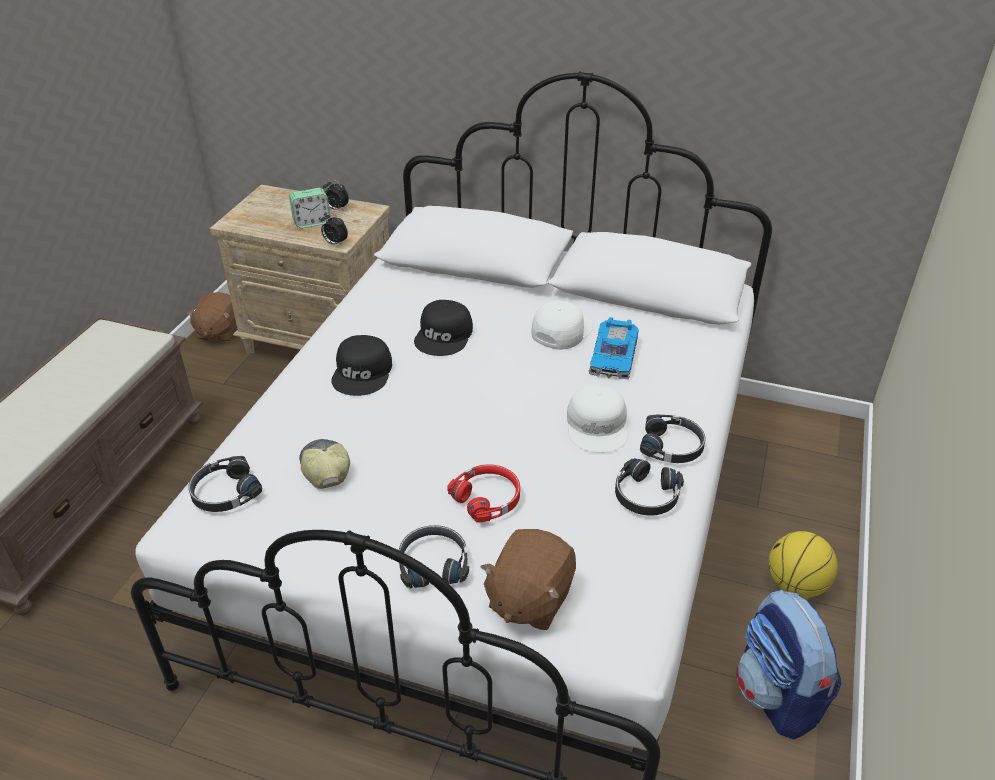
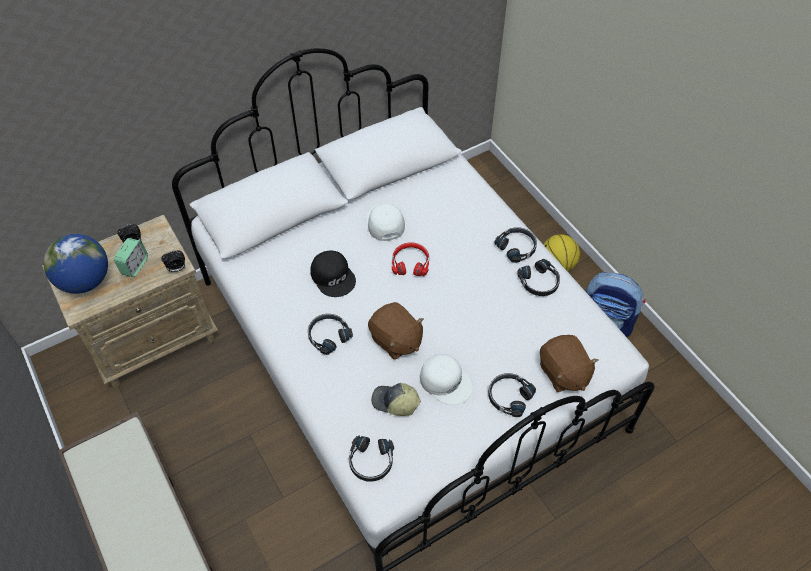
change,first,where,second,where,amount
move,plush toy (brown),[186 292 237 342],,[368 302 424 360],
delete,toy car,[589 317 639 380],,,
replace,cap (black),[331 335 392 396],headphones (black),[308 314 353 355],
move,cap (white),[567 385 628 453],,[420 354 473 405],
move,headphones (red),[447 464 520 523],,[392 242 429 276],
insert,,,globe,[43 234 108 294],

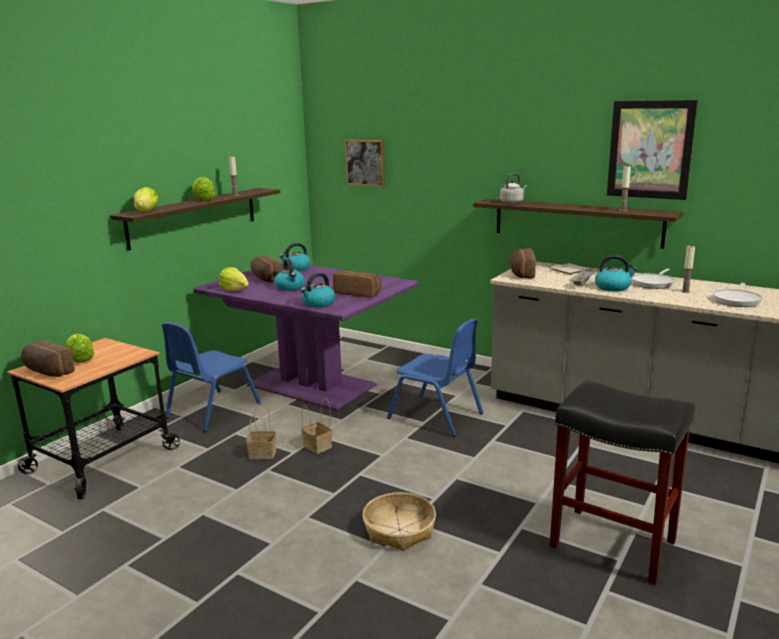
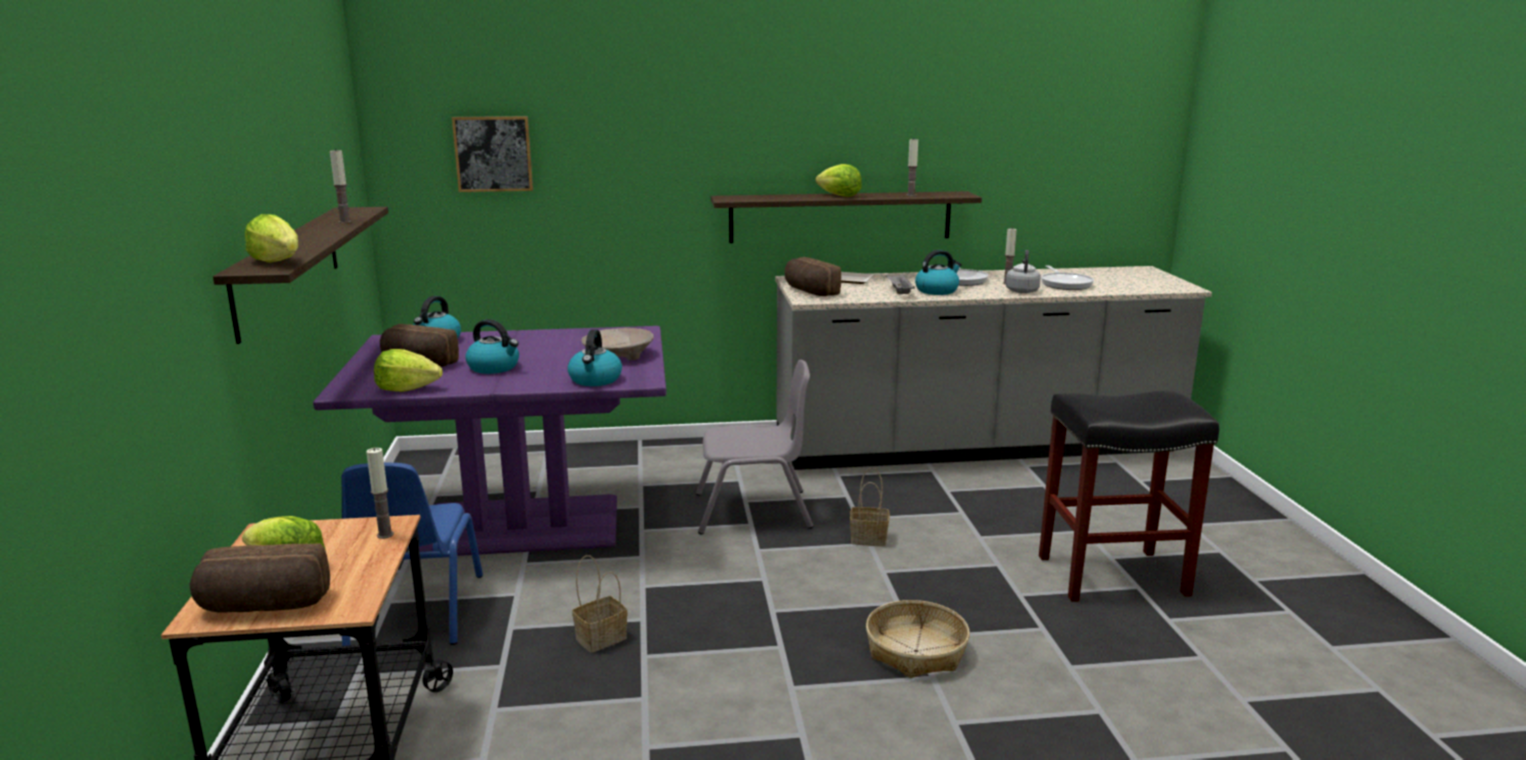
change,first,where,second,where,amount
delete,picture,[607 100 698 200],,,
move,kettle (grey),[500 173 527 204],,[1006 250 1041 293],
move,lettuce,[192 177 215 201],,[815 164 862 197],
replace,bread,[333 270 381 298],bowl (beige),[582 328 654 360],
recolor,chair (blue),[387 319 483 437],chair (grey),[696 360 813 535],
move,basket,[301 398 332 454],,[850 467 889 546],
insert,,,candle,[366 448 394 539],

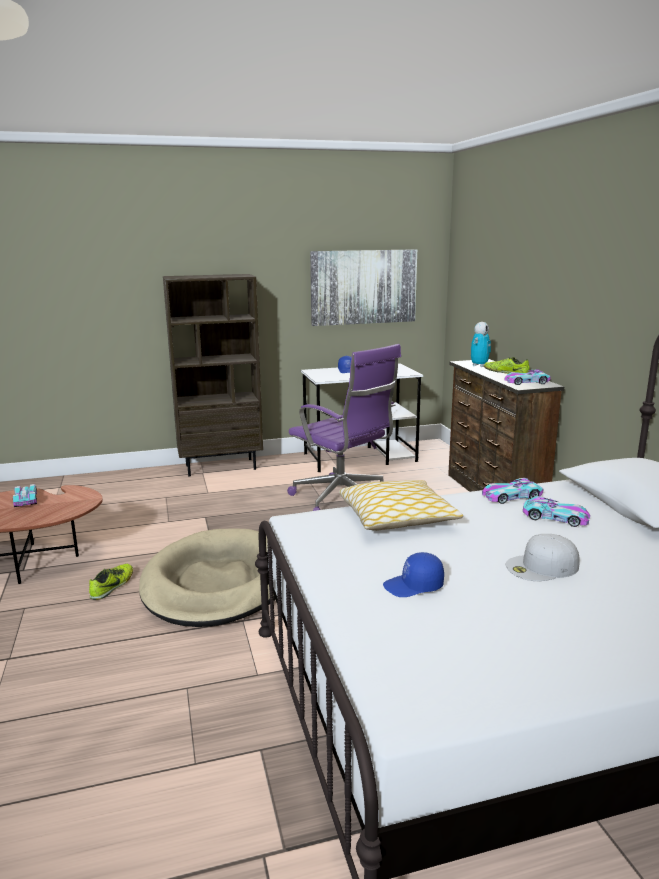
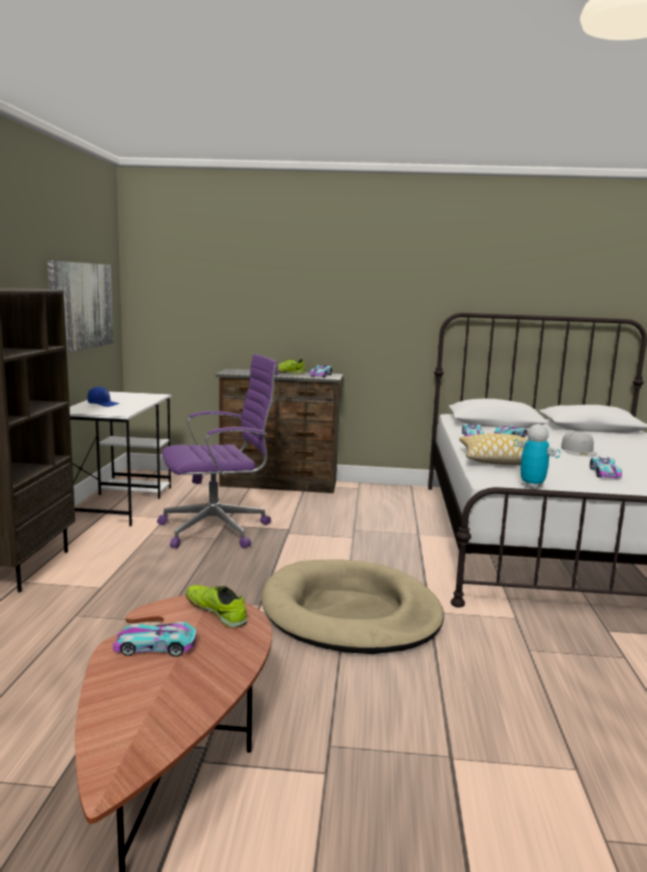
change,first,where,second,where,amount
move,toy robot,[471 322 491 367],,[514 424 560 488],
replace,cap (blue),[383 552 444 597],toy car,[590 456 622 479],
move,shoe,[89 564 133 600],,[186 585 247 628],

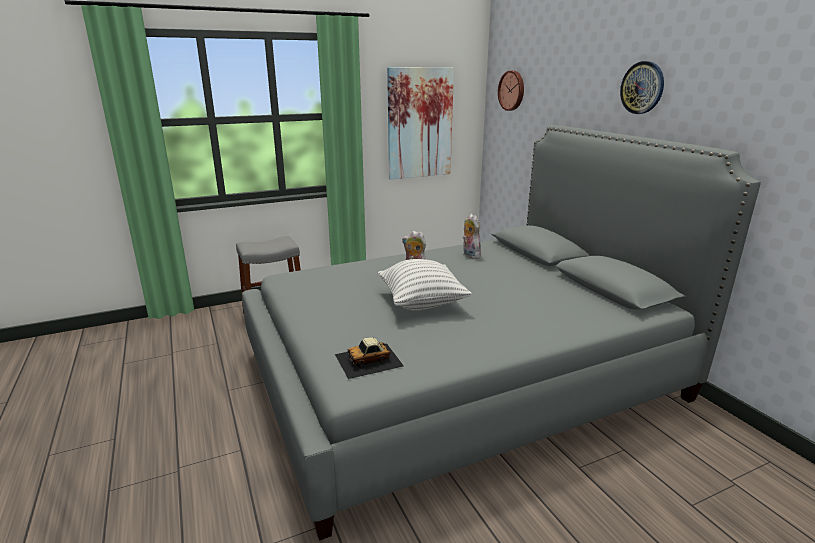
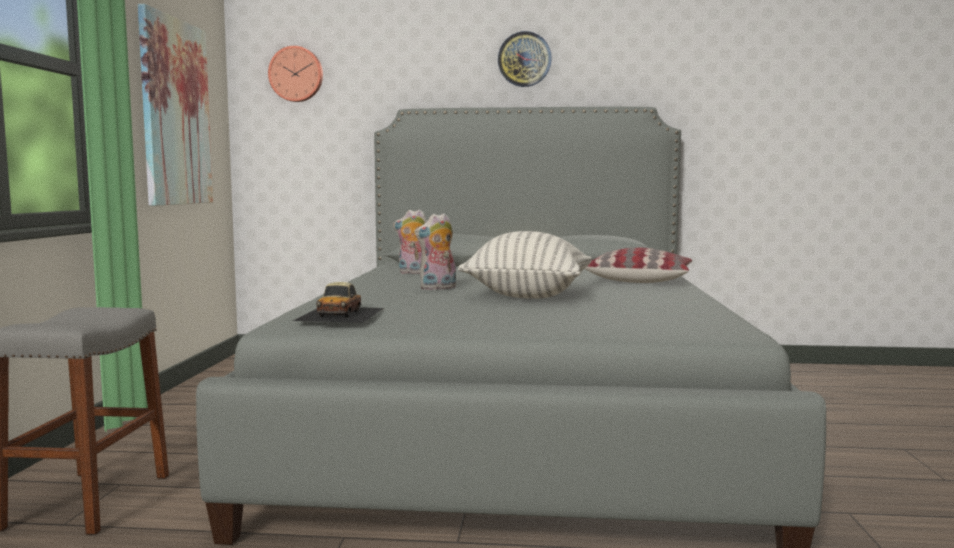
change,first,where,second,where,amount
move,toy car,[335 337 404 379],,[293 282 384 323],
insert,,,pillow,[585 247 692 283],

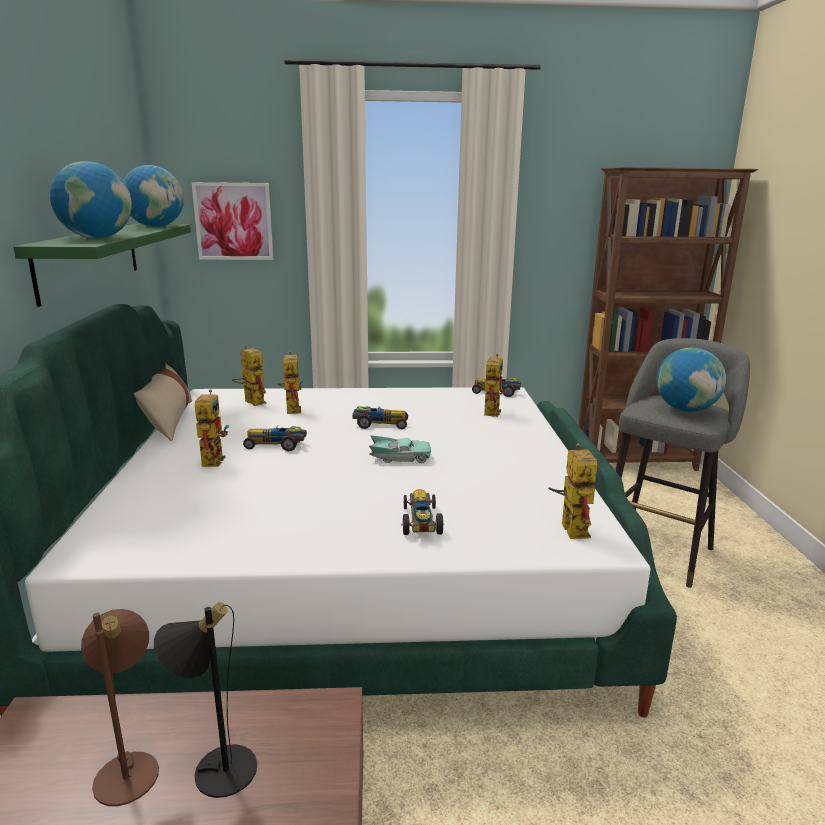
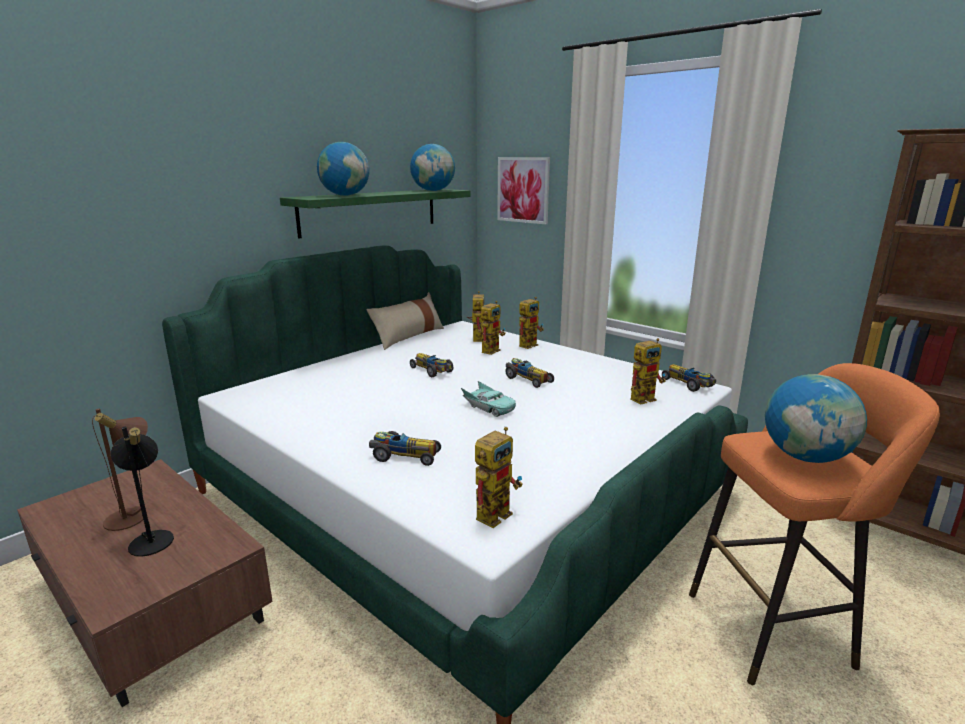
change,first,where,second,where,amount
recolor,stool (grey),[615 338 750 588],stool (orange),[689 363 940 685],
move,toy robot,[195 389 229 467],,[519 297 544 349],
rotate,toy car,[401 489 444 535],,[369 431 441 466],60 degrees clockwise

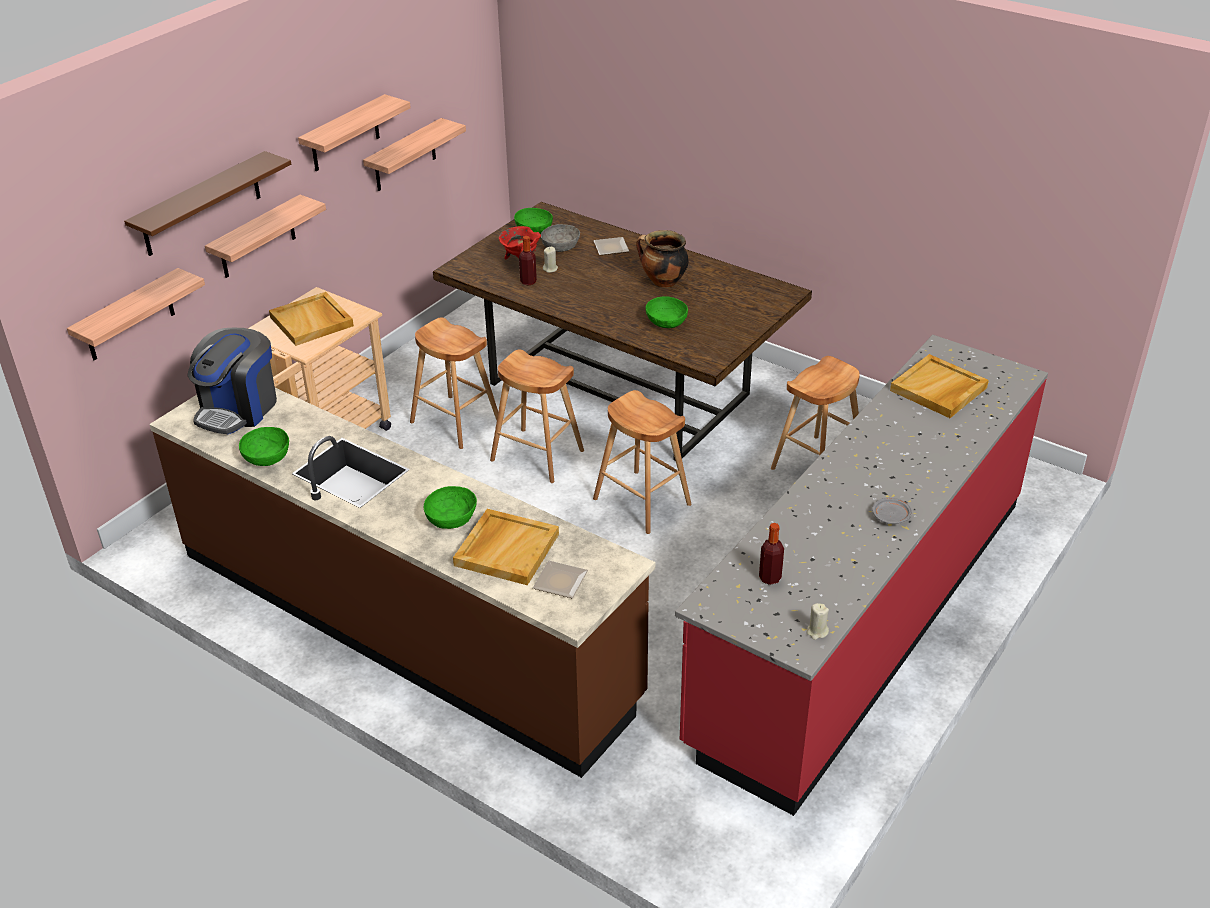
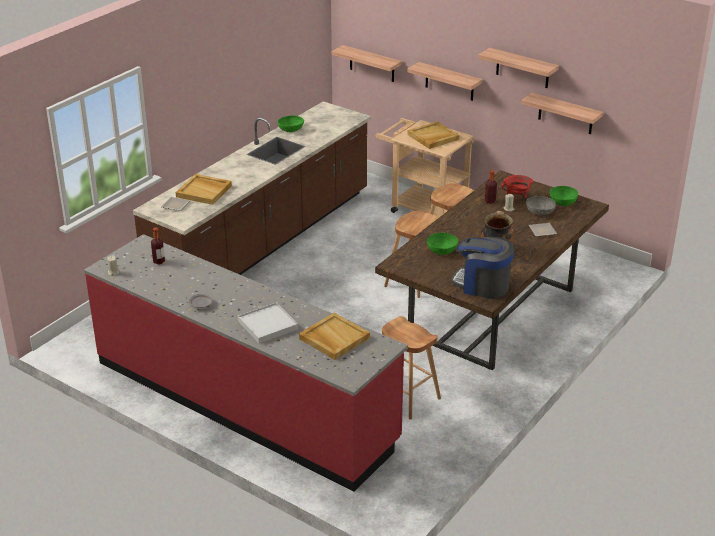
change,first,where,second,where,amount
delete,shelf (brown),[124 151 291 256],,,
move,coffee machine,[188 328 277 434],,[451 237 514 299],
delete,stool (brown),[593 390 692 534],,,
delete,bowl (green),[424 486 477 529],,,
insert,,,tray (white),[238 303 298 343],

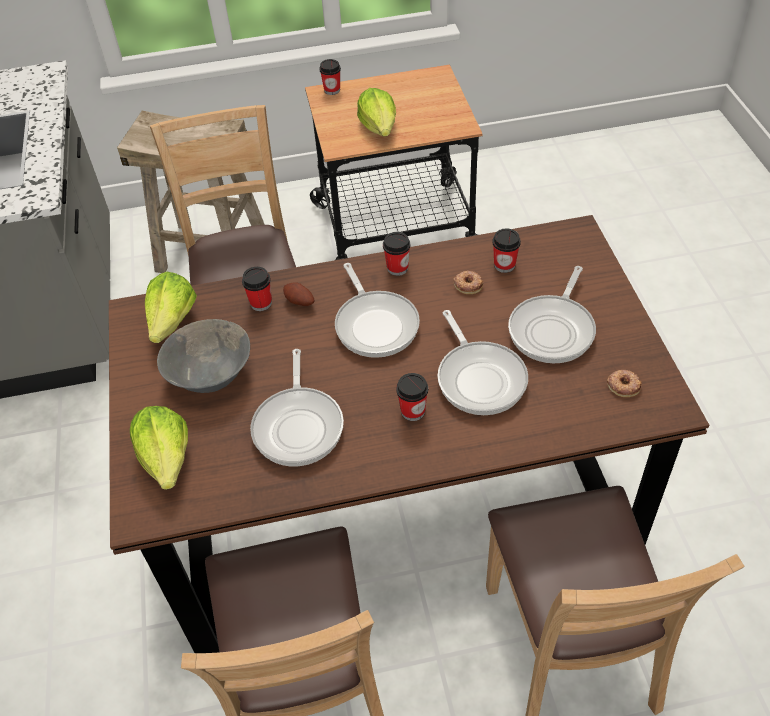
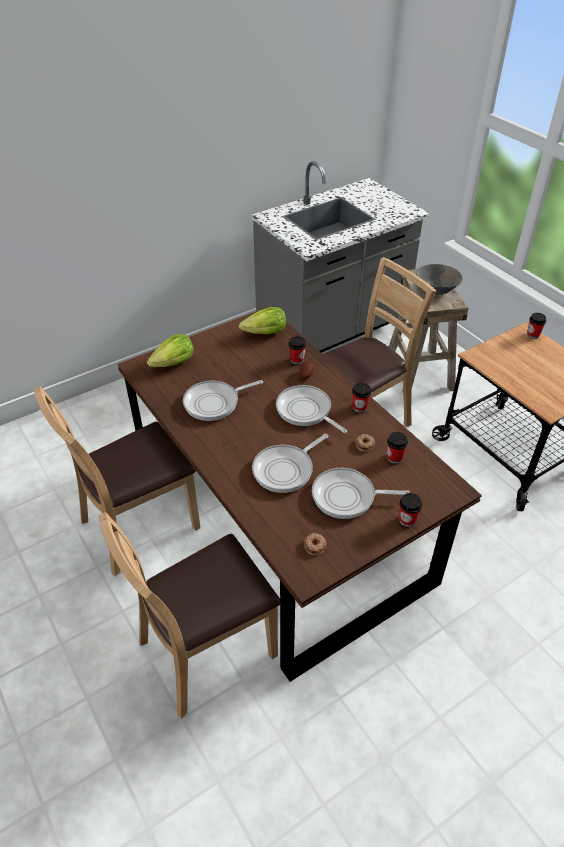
change,first,where,second,where,amount
delete,lettuce,[357 88 396 137],,,
rotate,frying pan,[335 263 420 358],,[276 385 347 433],90 degrees clockwise
move,bowl (grey),[157 319 250 393],,[416 264 463 295],
move,cup,[396 373 428 421],,[399 493 422 527],

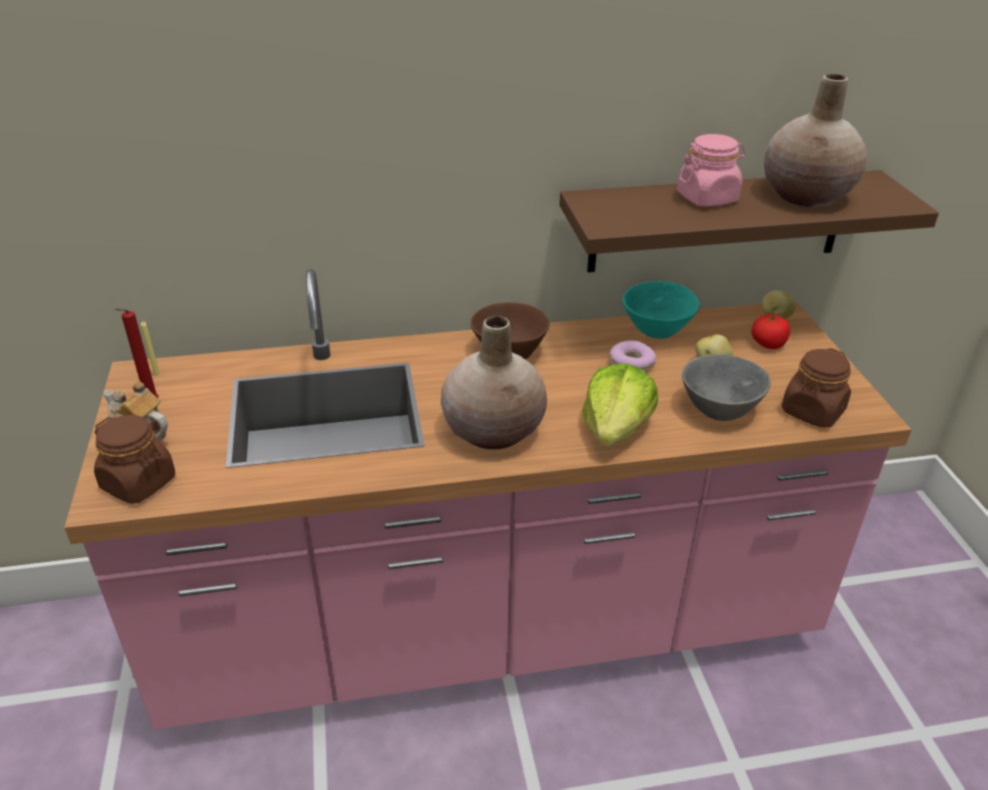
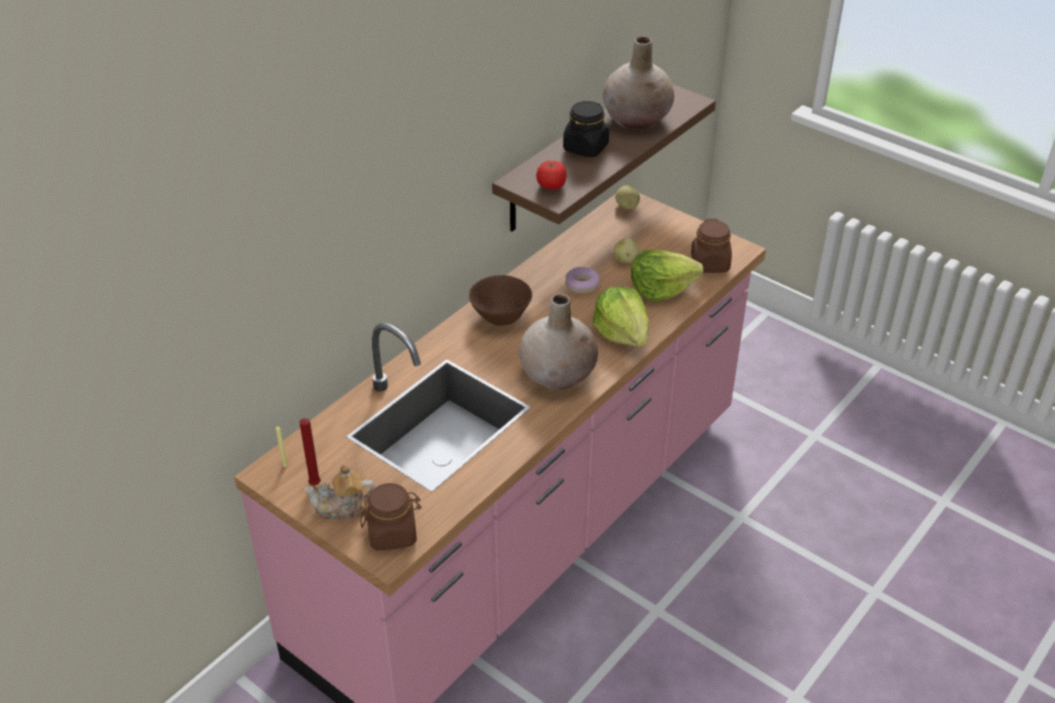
change,first,where,second,where,amount
recolor,jar (pink),[677 134 746 207],jar (black),[563 101 609 157],
delete,bowl (turquoise),[623 281 699 339],,,
move,tomato,[751 313 790 349],,[536 161 567 189],
replace,bowl (grey),[682 354 771 421],lettuce,[631 249 704 301],

